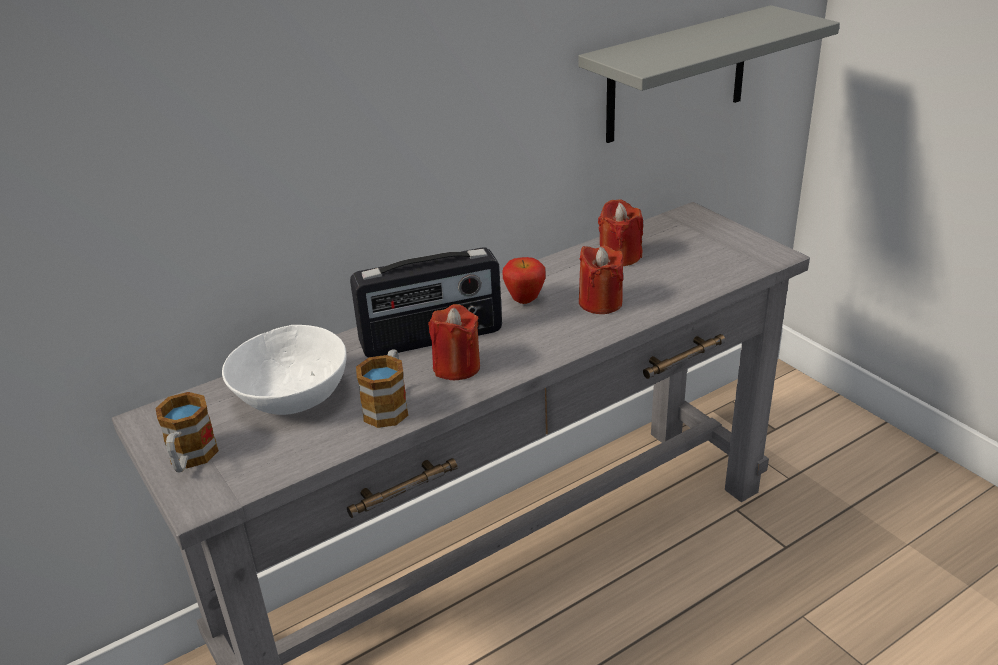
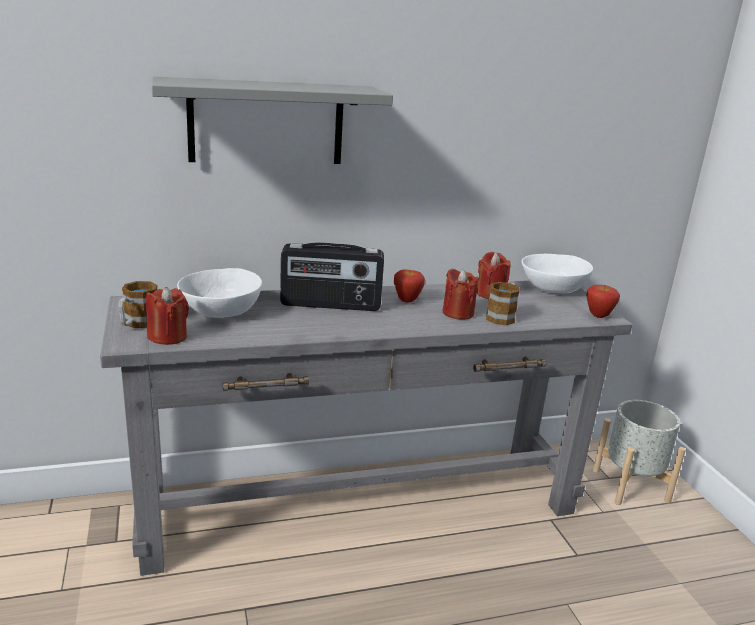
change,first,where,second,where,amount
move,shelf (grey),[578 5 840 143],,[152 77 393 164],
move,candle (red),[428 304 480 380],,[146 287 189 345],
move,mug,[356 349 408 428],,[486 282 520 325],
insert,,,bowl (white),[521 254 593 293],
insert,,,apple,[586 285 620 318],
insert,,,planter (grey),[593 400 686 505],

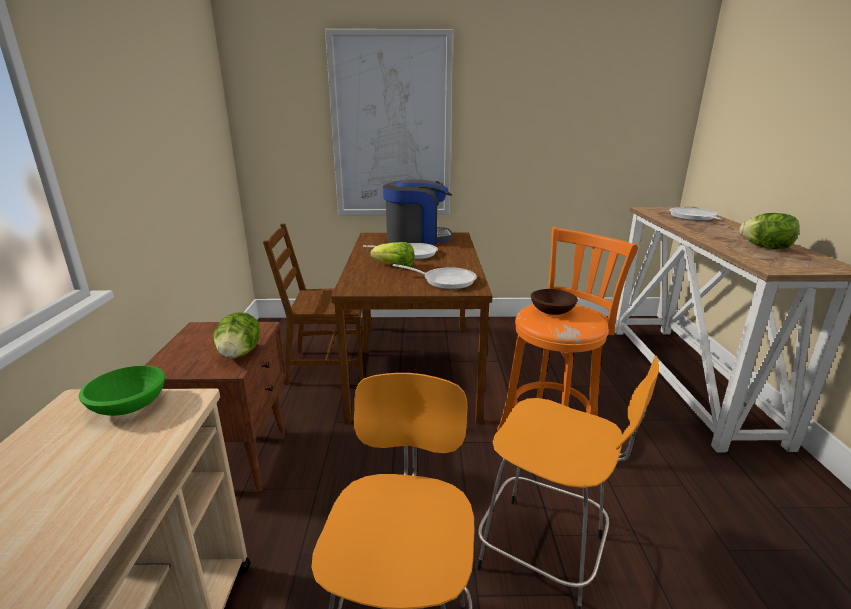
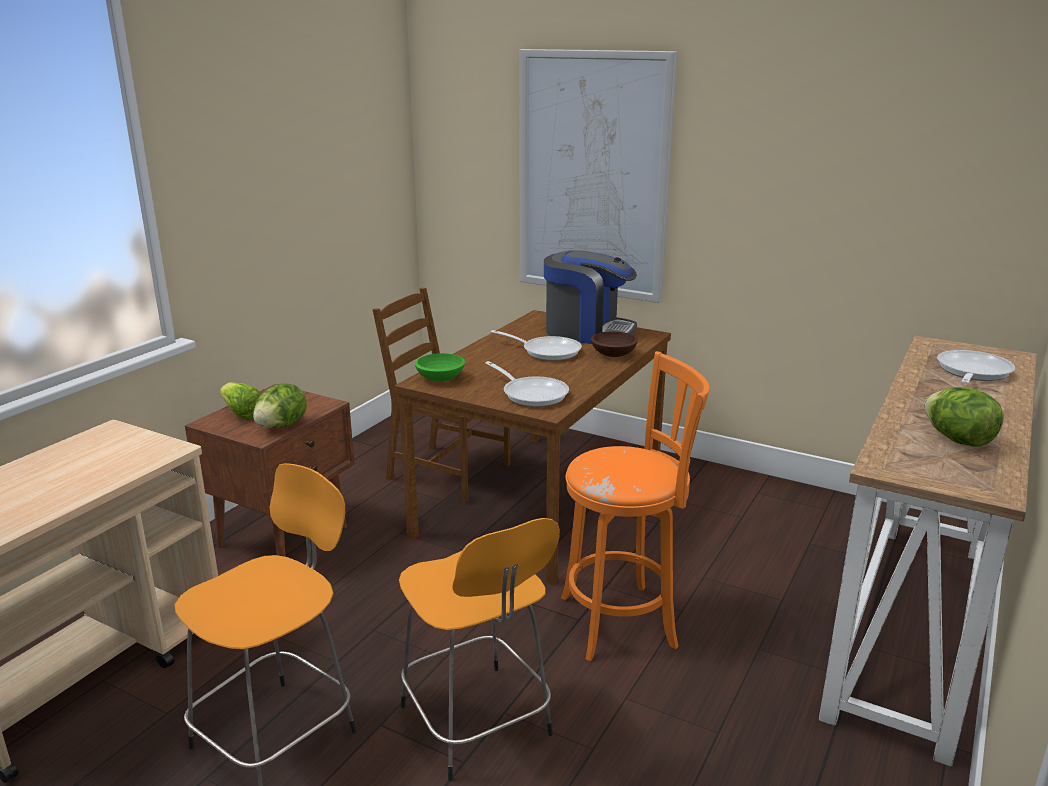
change,first,where,second,where,amount
move,lettuce,[370 242 415 267],,[220 382 261 420],
move,bowl (brown),[531 289 578 315],,[591 331 638 357],
move,bowl (green),[78 366 165 416],,[415 353 465 382],

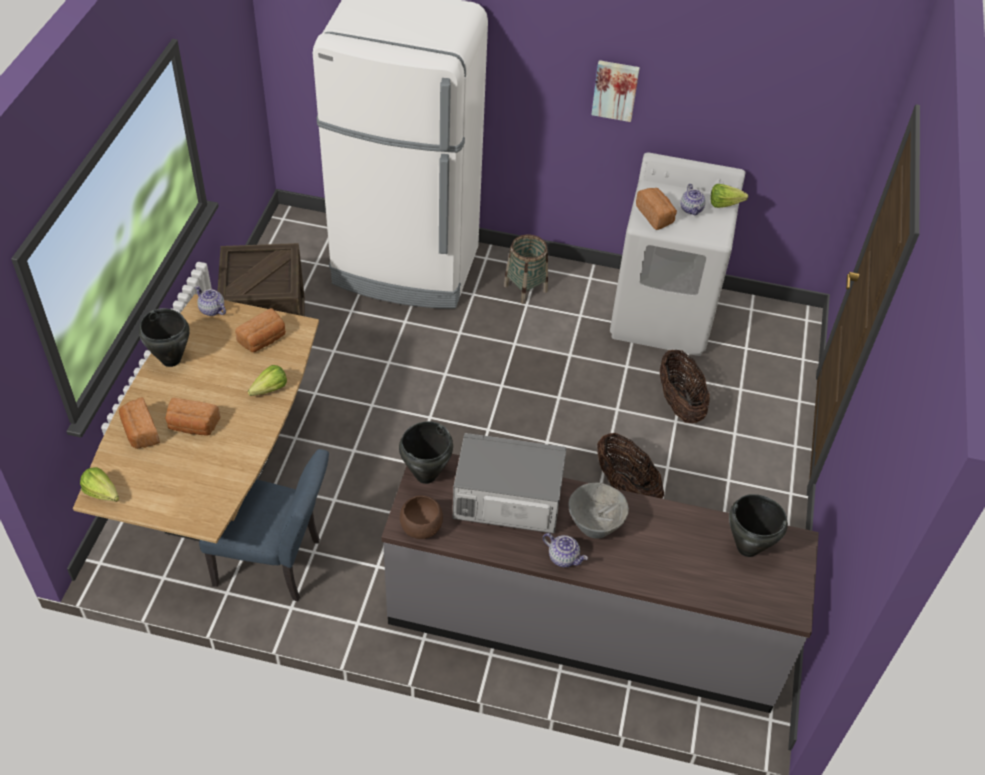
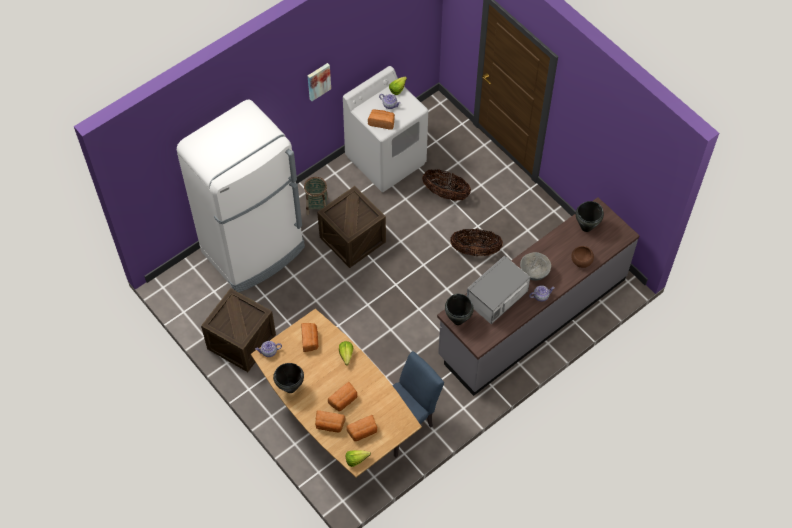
change,first,where,second,where,amount
move,bowl (brown),[400 496 443 539],,[571 246 594 268],
insert,,,crate,[317 186 386 268],
insert,,,bread,[346 415 377 441],

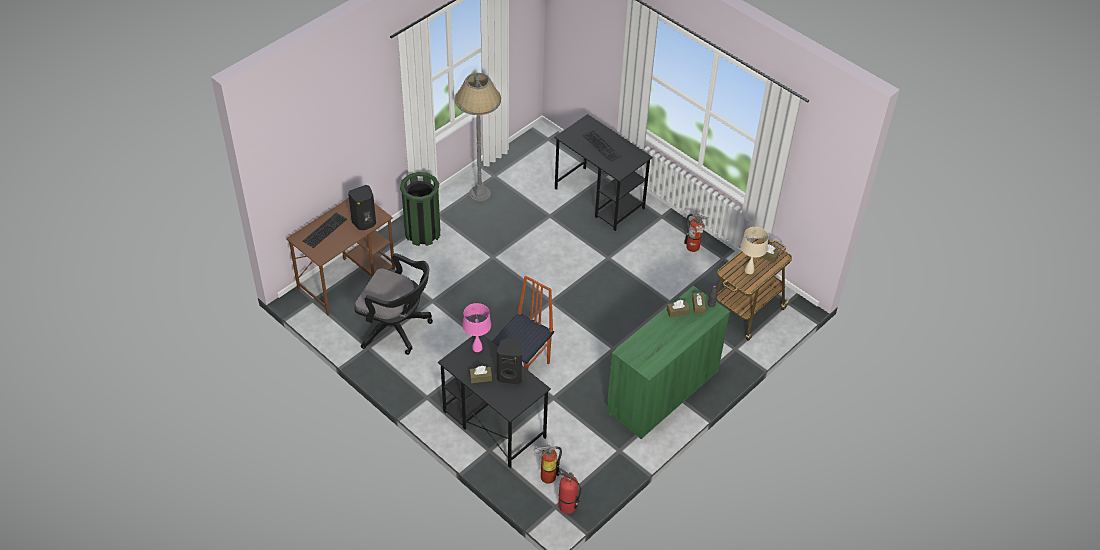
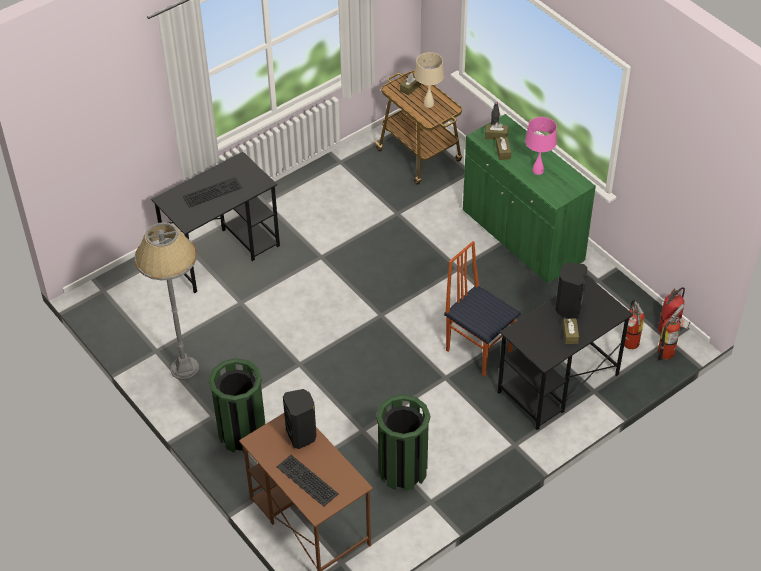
change,first,where,second,where,amount
move,fire extinguisher,[684 214 708 252],,[658 304 691 360],
replace,office chair (black),[354 253 433 355],trash can (green),[376 394 430 491],
move,table lamp (pink),[462 303 491 352],,[525 117 557 175],

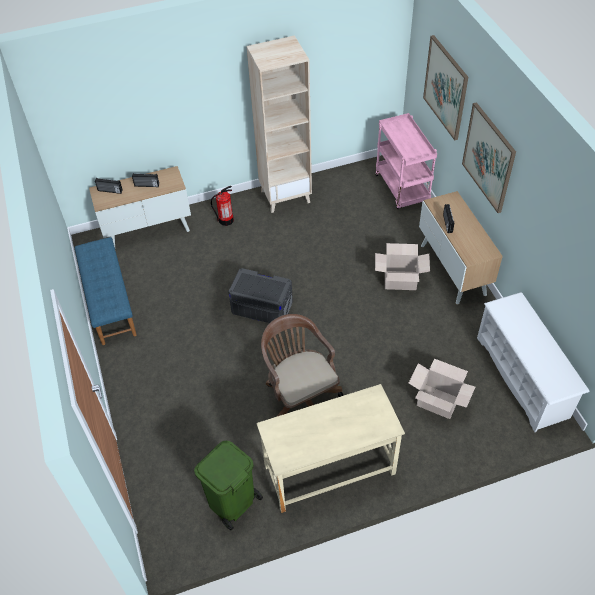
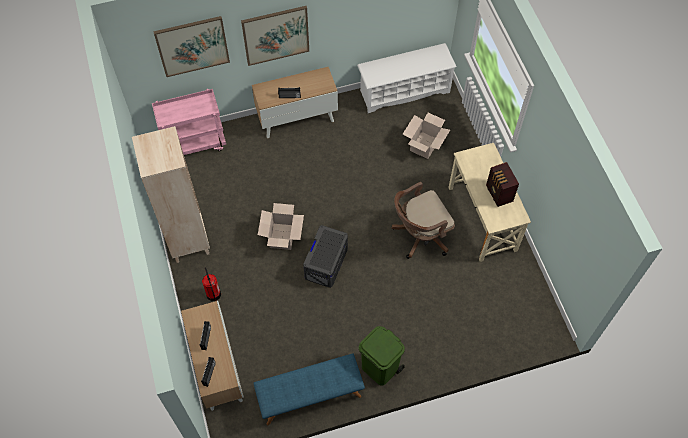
change,first,where,second,where,amount
move,cardboard box,[375 243 430 290],,[258 203 304 250],
move,trash can (green),[194 441 263 530],,[359 326 405 386],
insert,,,radio,[486 162 519 207],

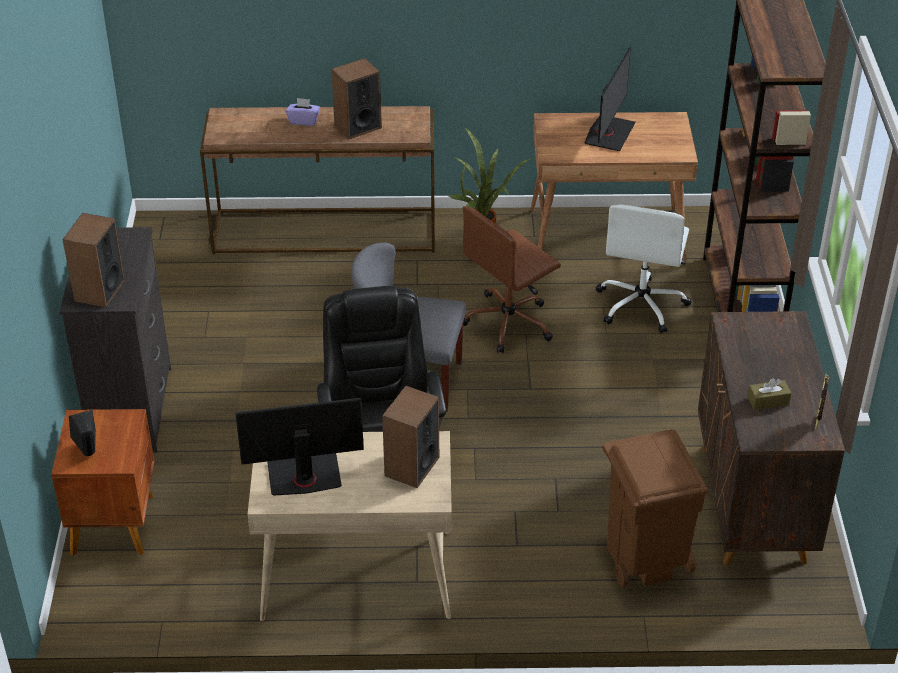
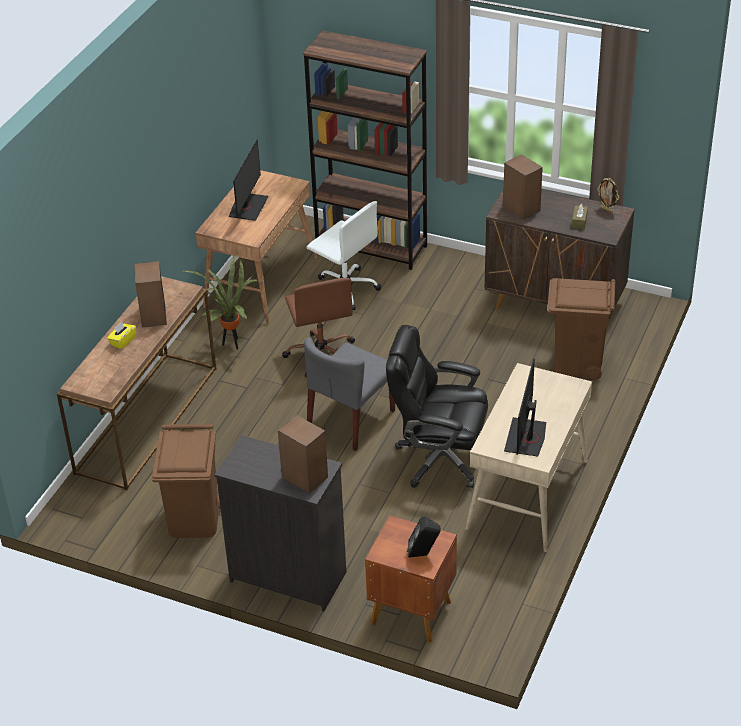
change,first,where,second,where,amount
rotate,monitor,[584 47 636 151],,[229 140 269 221],60 degrees clockwise
recolor,tissue box (purple),[286 98 320 126],tissue box (yellow),[107 322 136 349],
move,speaker,[382 386 439 488],,[503 154 543 220],
insert,,,trash can (brown),[152 424 220 538],

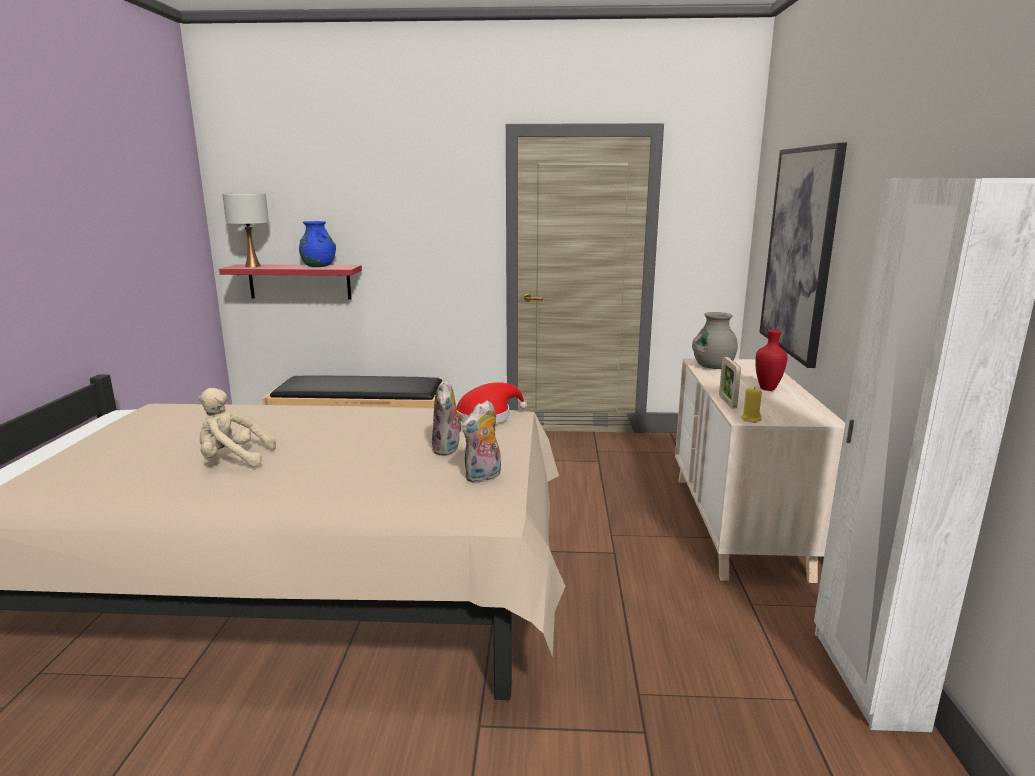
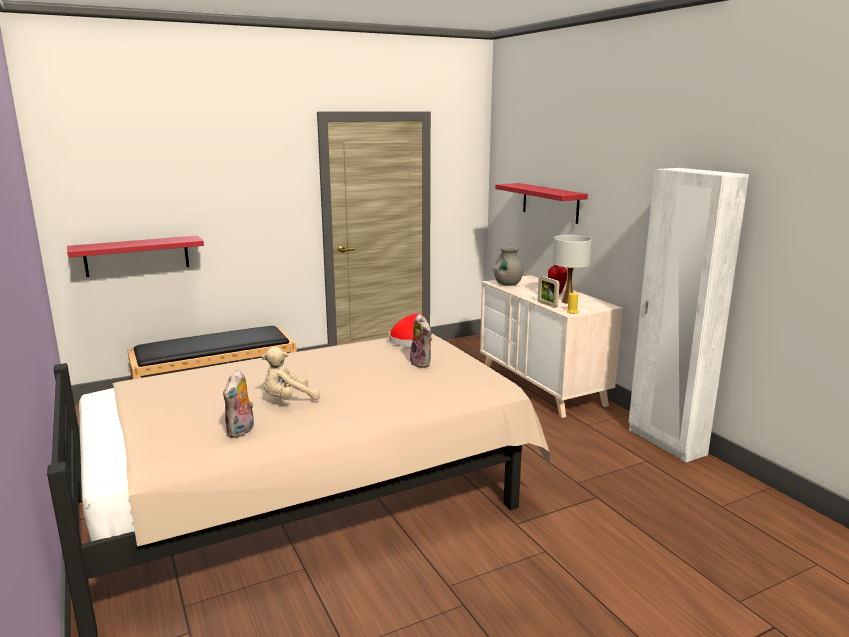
change,first,where,second,where,amount
replace,picture,[759 143 847 368],shelf (red),[495 183 588 224],
move,table lamp (white),[222 193 269 267],,[552 235 592 304],
delete,vase (blue),[299 221 336 267],,,
move,plush toy,[461 400 501 483],,[223 370 254 438],

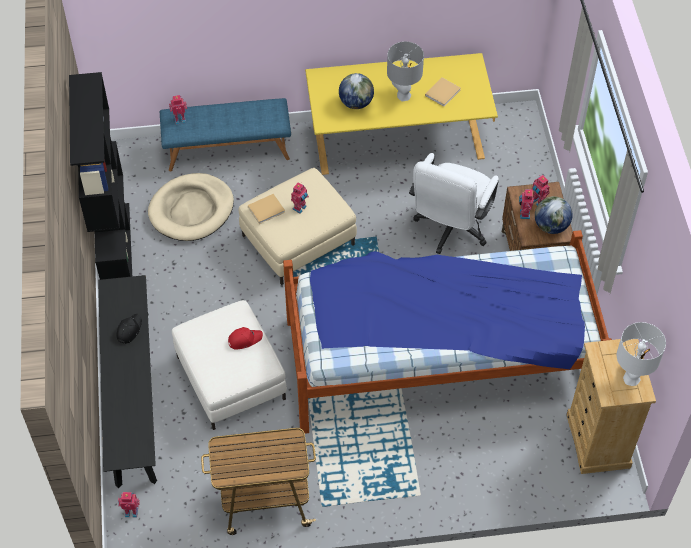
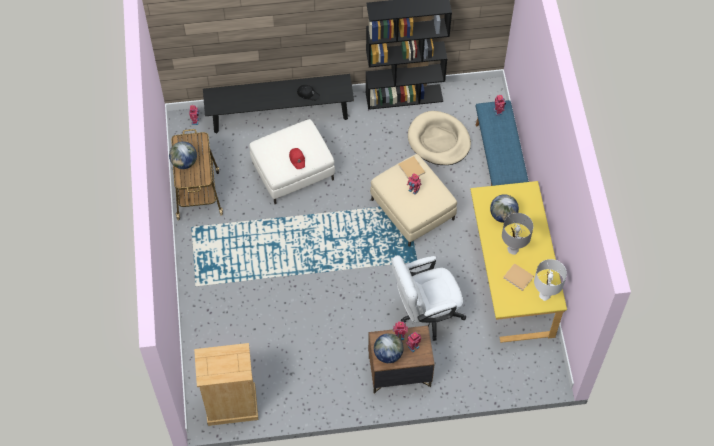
change,first,where,second,where,amount
rotate,office chair (white),[409 153 499 254],,[392 255 466 341],45 degrees counterclockwise
delete,bed,[283 230 612 434],,,
move,table lamp (white),[617 322 666 386],,[534 259 567 301],
insert,,,globe,[169 141 197 169],

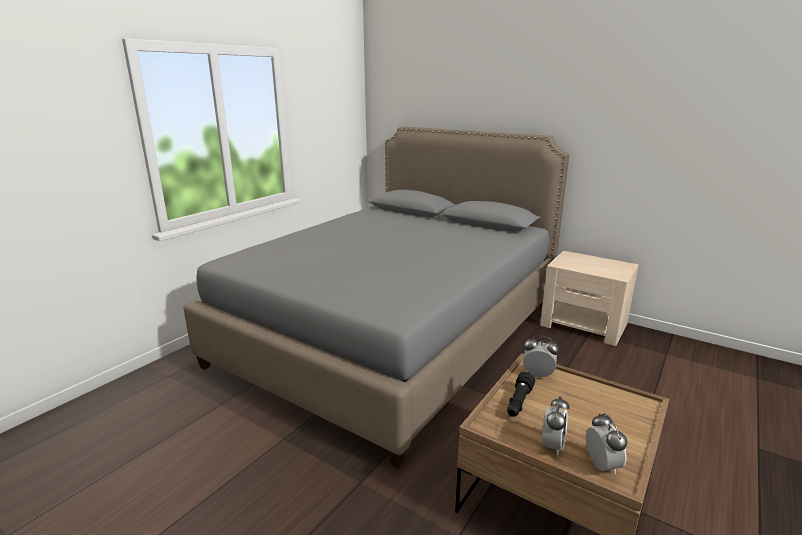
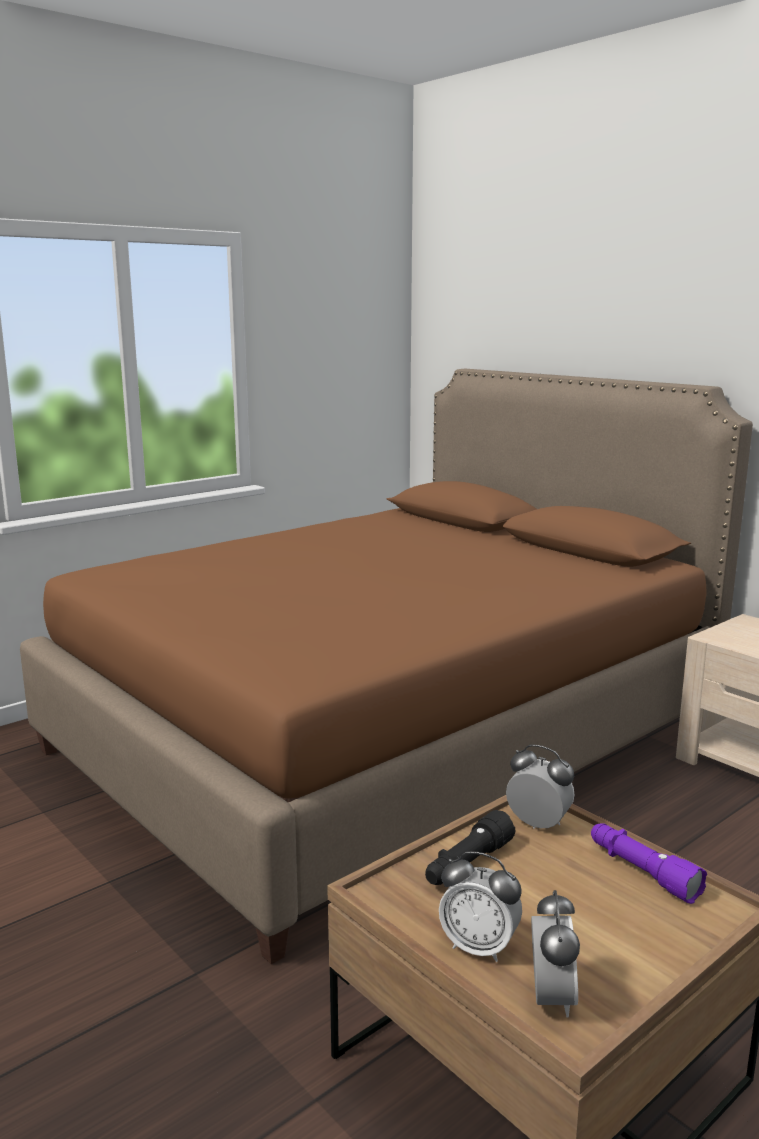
change,first,where,second,where,amount
recolor,bed (grey),[184 127 569 469],bed (brown),[20 369 753 964],
rotate,alarm clock,[542 396 569 455],,[439 851 522 962],75 degrees clockwise
insert,,,flashlight (purple),[591 823 707 904],

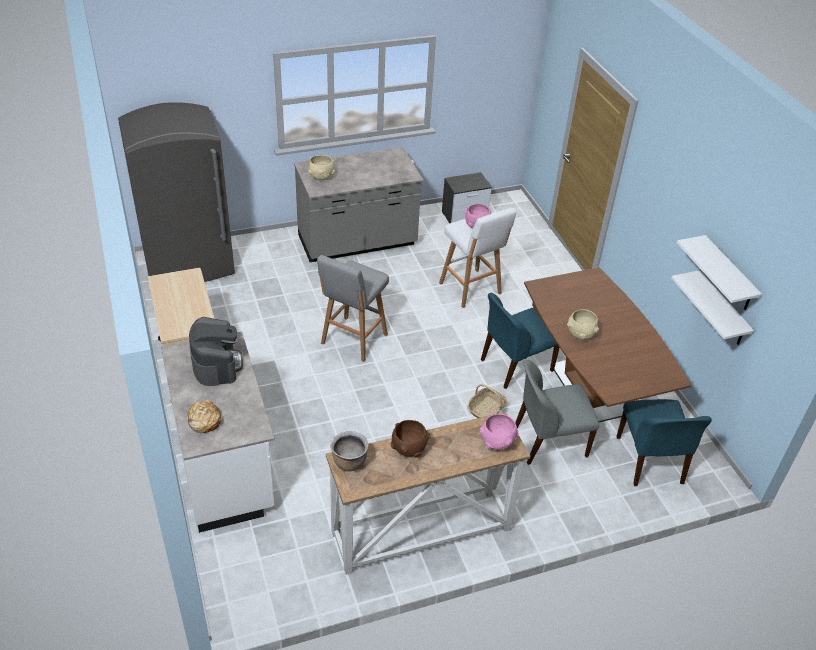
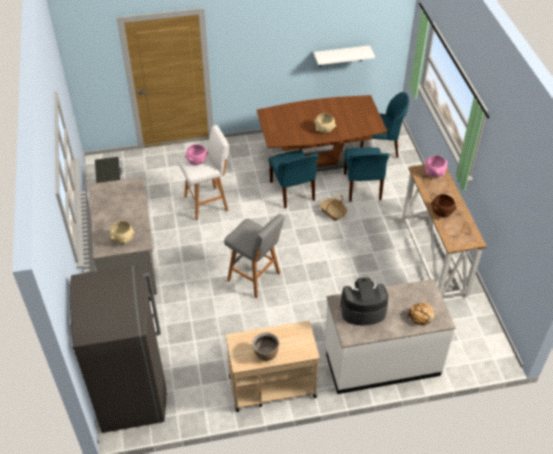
change,first,where,second,where,amount
delete,shelf (white),[677 235 762 310],,,
recolor,chair (grey),[515 360 599 465],chair (blue),[344 147 389 201],
move,cooking pot (brown),[330 431 368 472],,[253 332 279 361],

